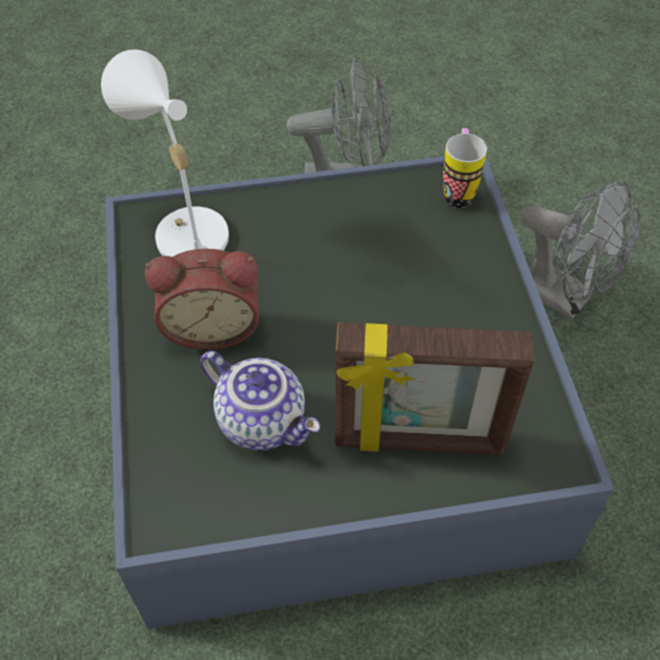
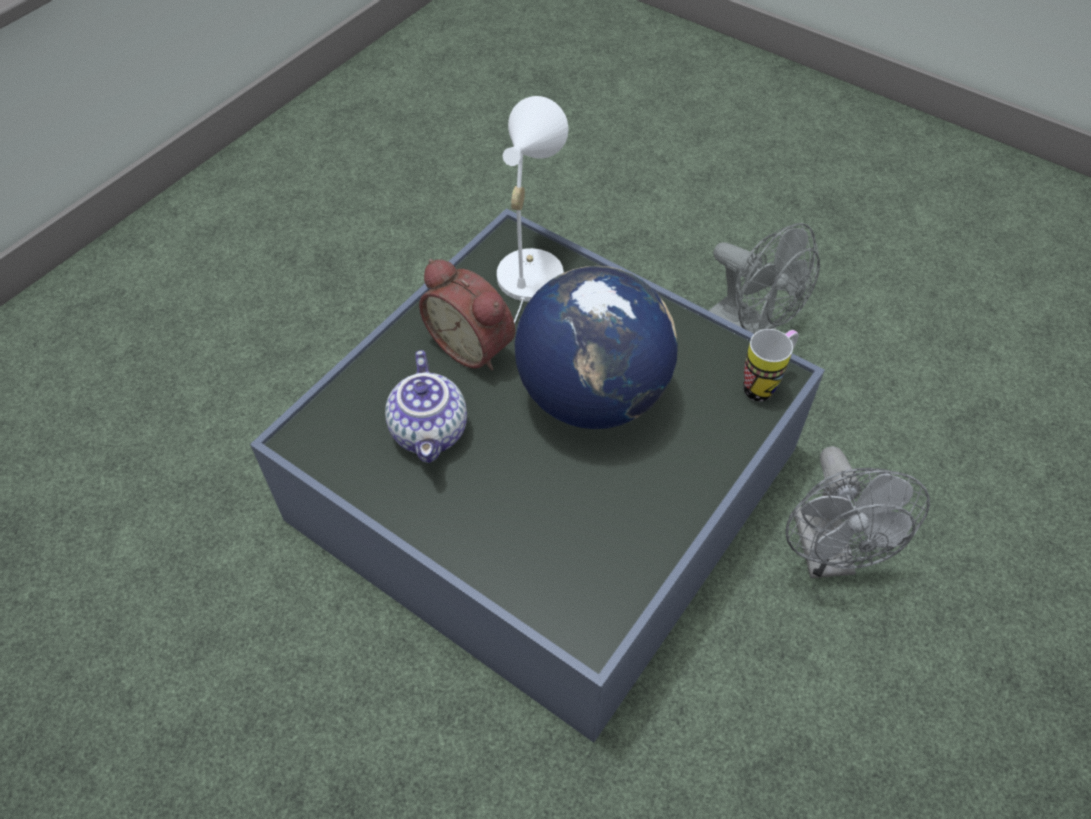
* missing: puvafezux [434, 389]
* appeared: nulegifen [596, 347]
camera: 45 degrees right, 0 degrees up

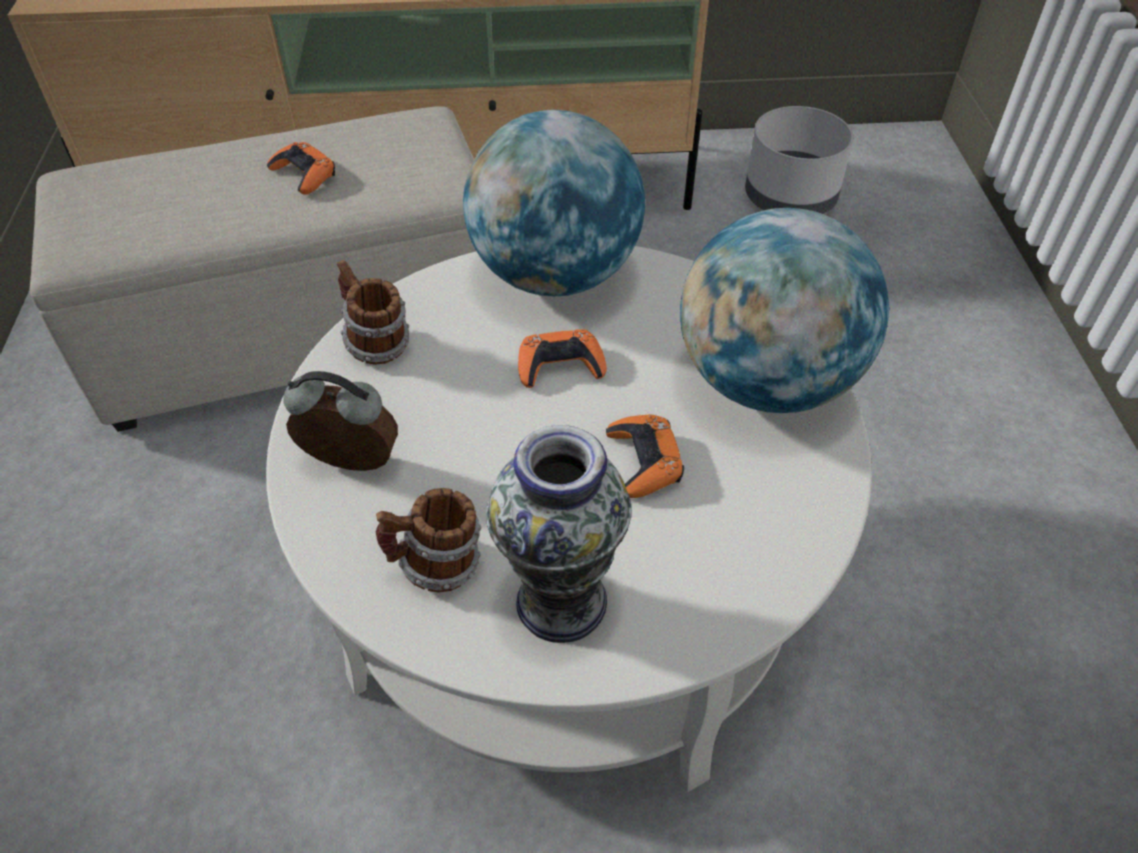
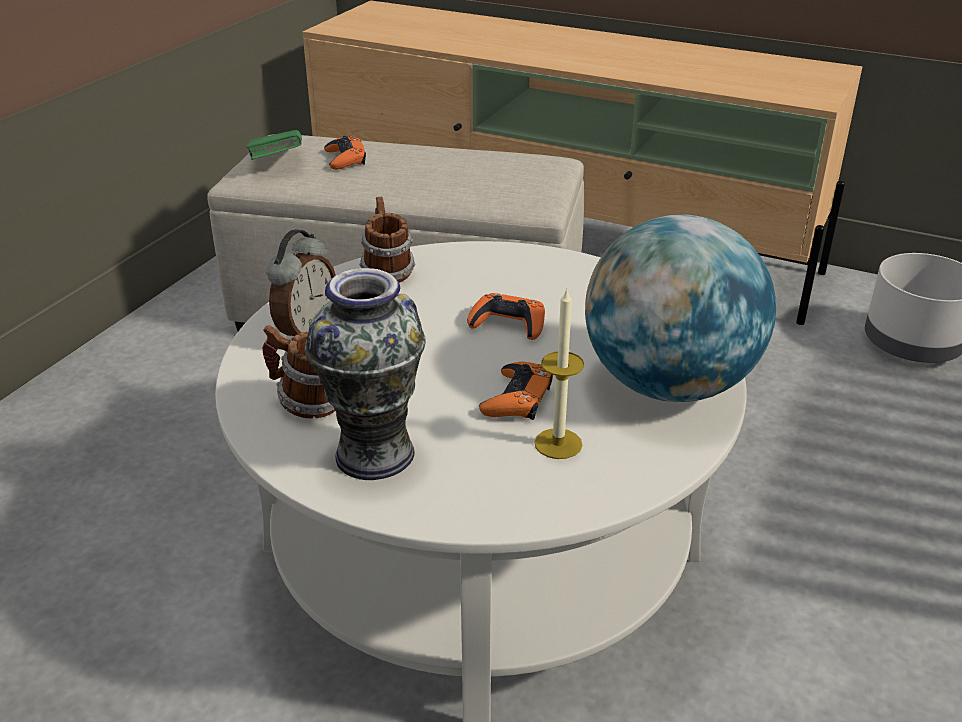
* missing: nulegifen [554, 203]
* appeared: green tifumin [274, 145]
* appeared: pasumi [559, 374]
* relocated: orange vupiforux [301, 168] to [345, 153]
* spun: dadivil [341, 421] = [301, 282] 75 degrees clockwise
camera: 30 degrees right, 15 degrees down

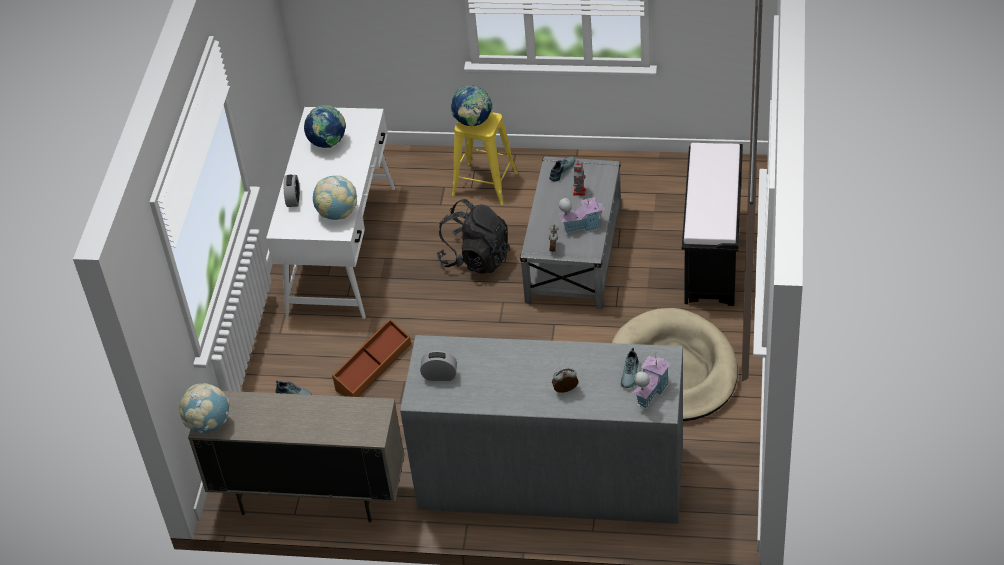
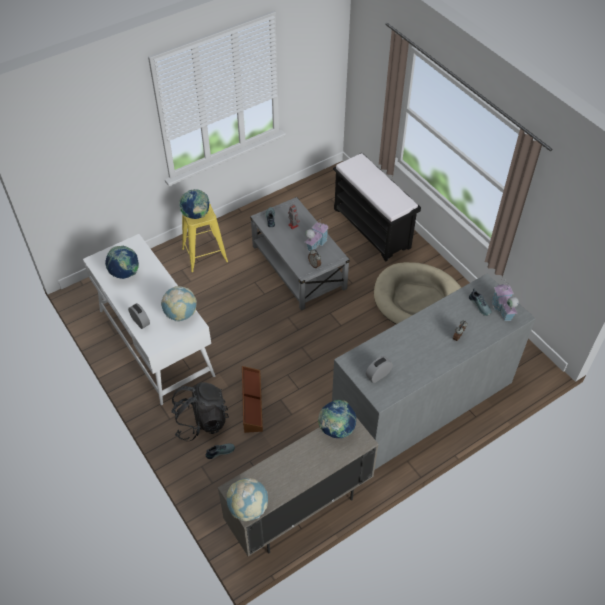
* appeared: nulegifen [337, 419]
* relocated: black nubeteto [473, 236] to [200, 411]
camera: 45 degrees left, 5 degrees up

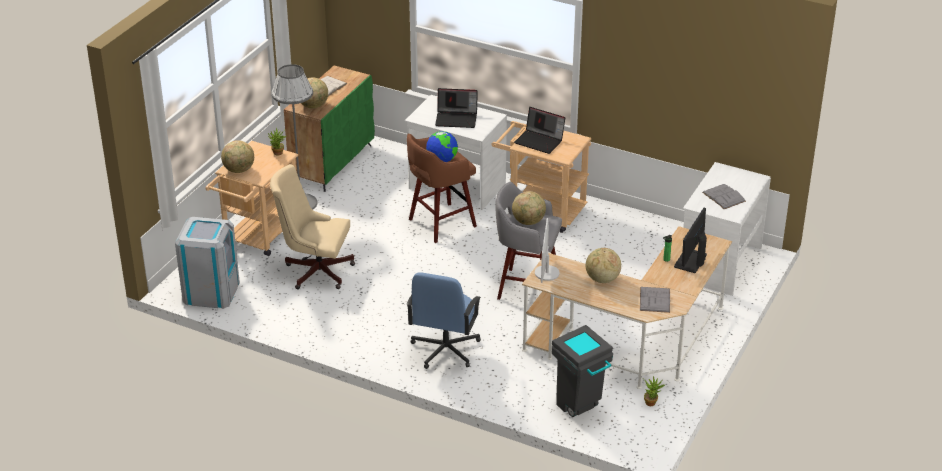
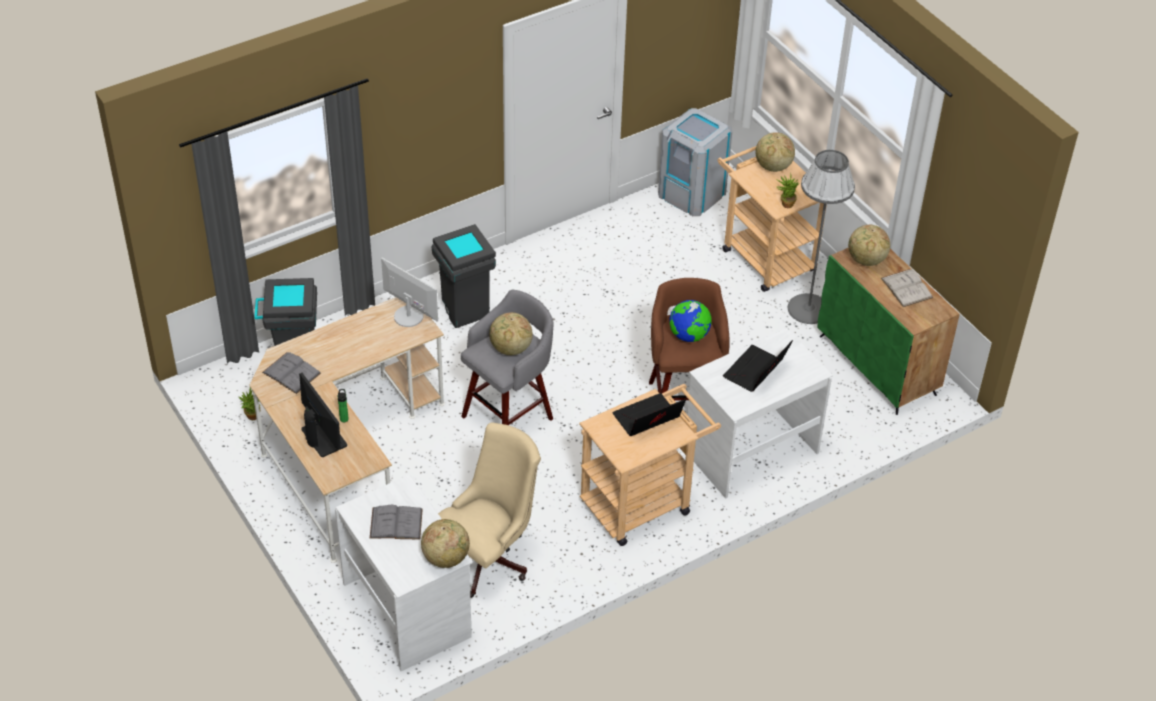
* relocated: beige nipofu [312, 226] to [489, 510]
* relocated: nulegifen [603, 265] to [445, 543]
* exchanged: blue nipofu [444, 320] to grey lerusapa [464, 276]
camera: 120 degrees right, 10 degrees up

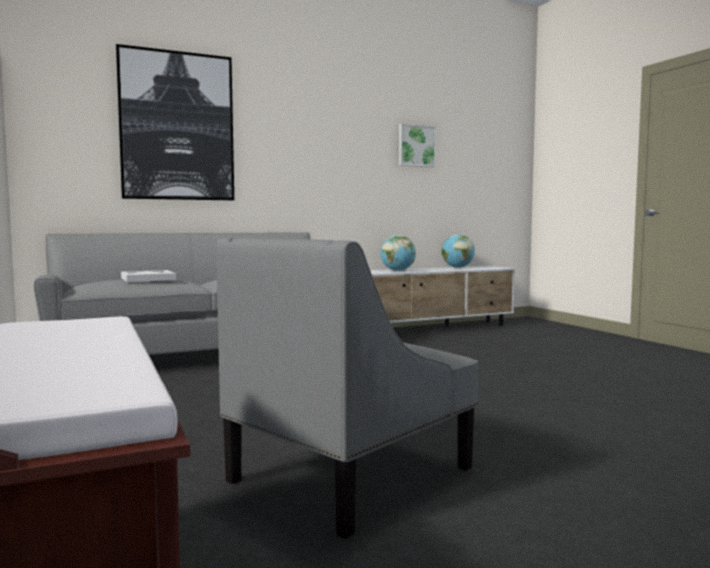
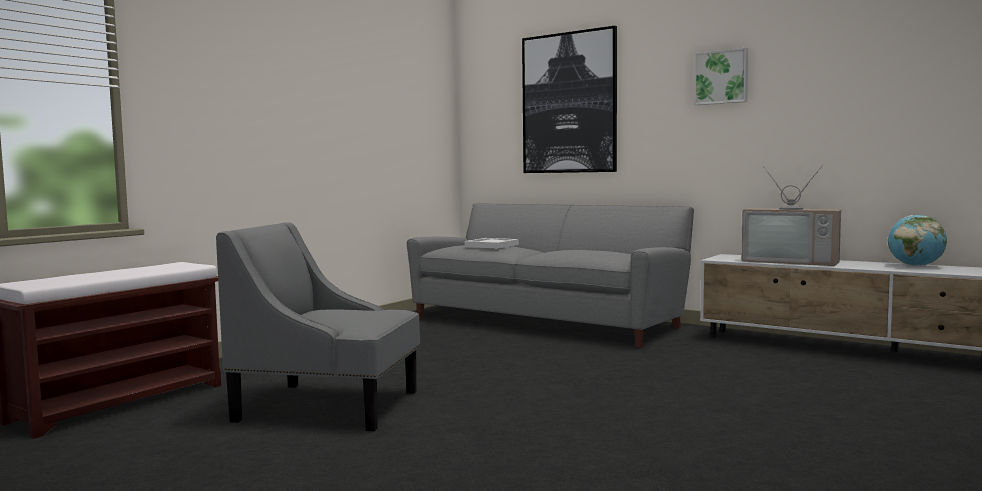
* relocated: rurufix [417, 145] to [721, 76]
* exchanged: nulegifen [398, 253] to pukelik [791, 215]
camera: 60 degrees right, 0 degrees up

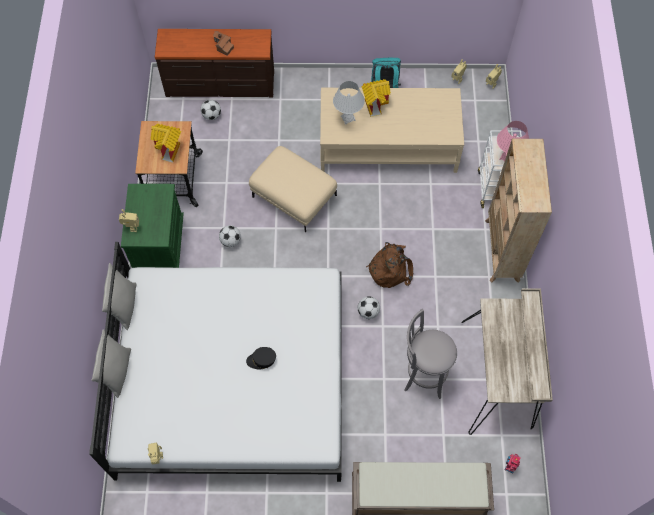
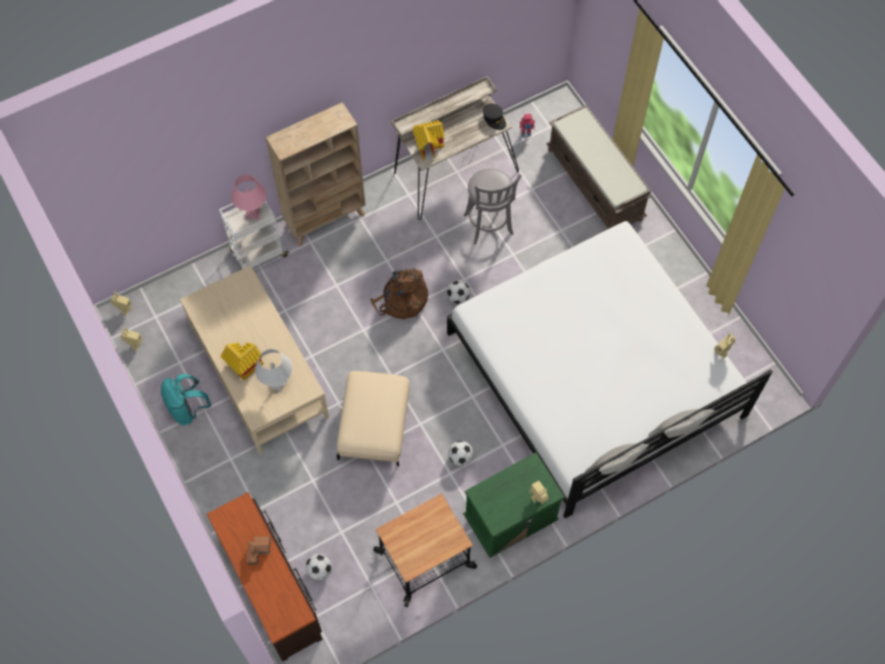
* relocated: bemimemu [166, 143] to [428, 141]
* relocated: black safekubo [261, 358] to [494, 116]
camera: 120 degrees left, 0 degrees up

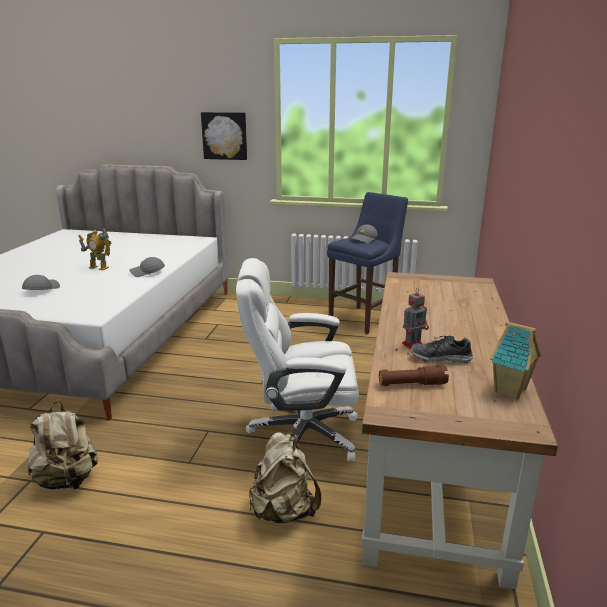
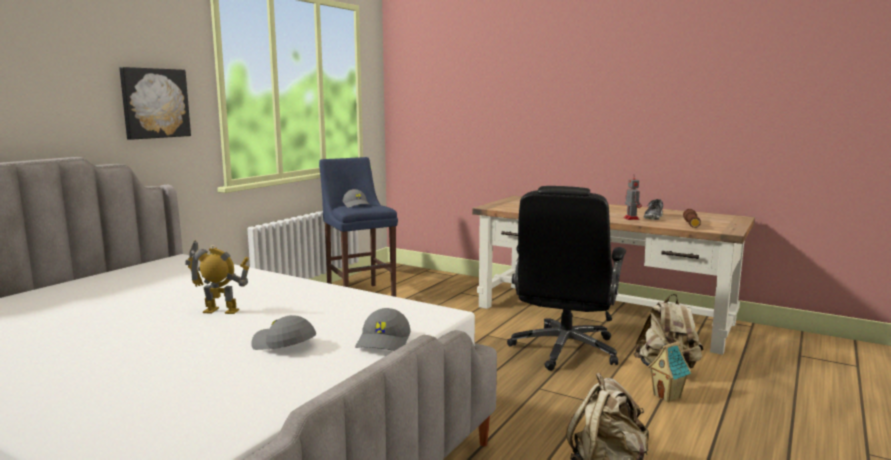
* relocated: grey safekubo [147, 267] to [383, 329]
* relocated: bemimemu [515, 360] to [669, 372]
* colour: white nipofu [297, 360] to black nipofu [566, 278]
* spun: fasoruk [95, 249] = [217, 277] 120 degrees counterclockwise
camera: 70 degrees left, 10 degrees down

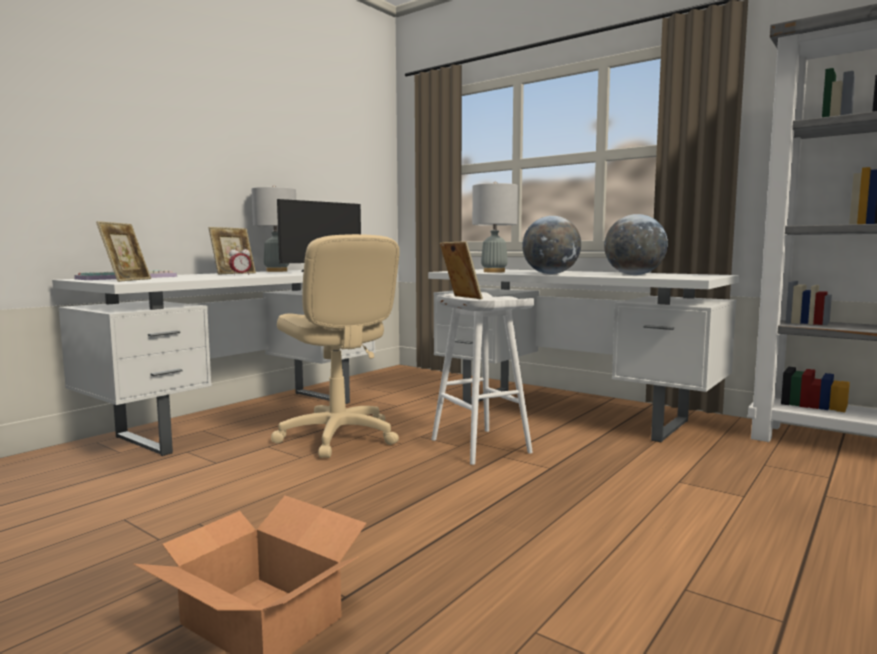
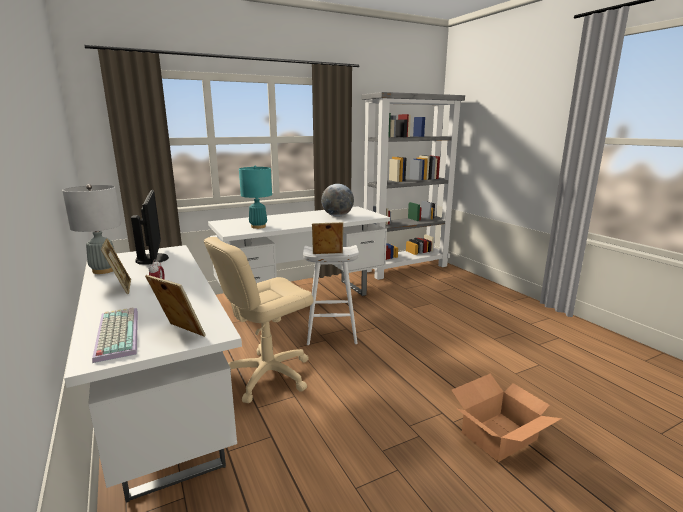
* missing: nulegifen [551, 245]
* colour: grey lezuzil [495, 227] to turquoise lezuzil [255, 197]
* spun: beige nipofu [335, 346] = [258, 320] 150 degrees clockwise
camera: 65 degrees left, 10 degrees up

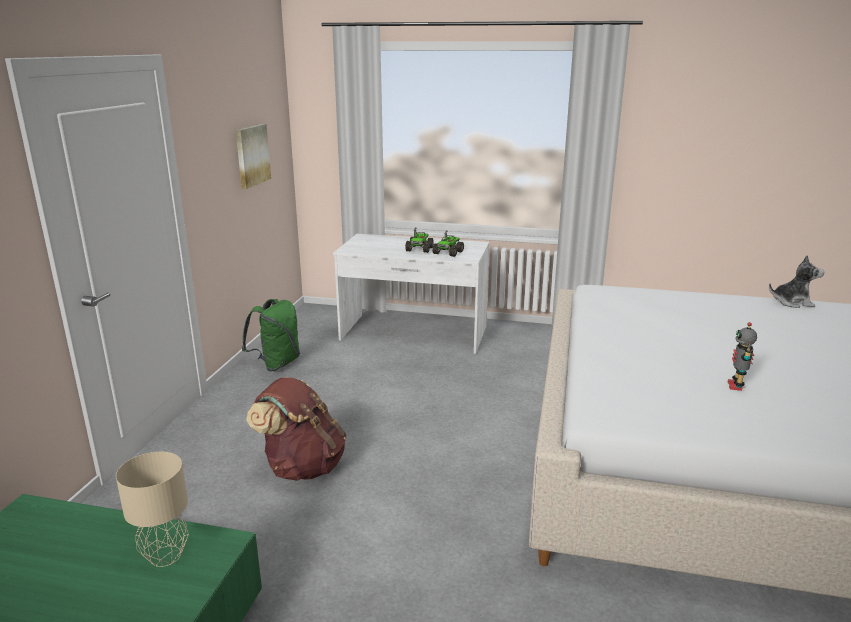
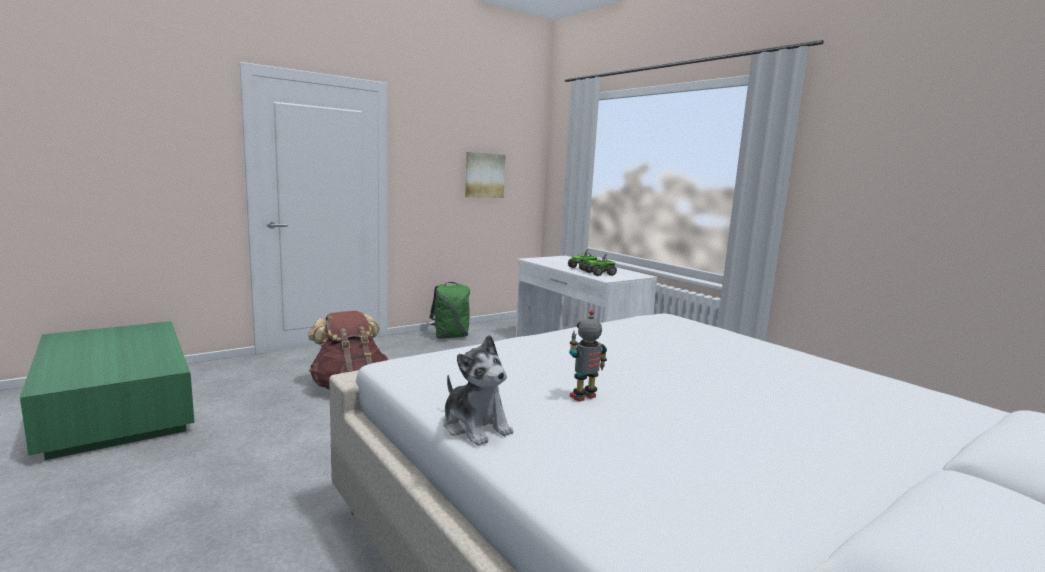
* missing: beige lezuzil [152, 509]
* relocated: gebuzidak [796, 282] to [478, 390]
camera: 40 degrees right, 10 degrees down

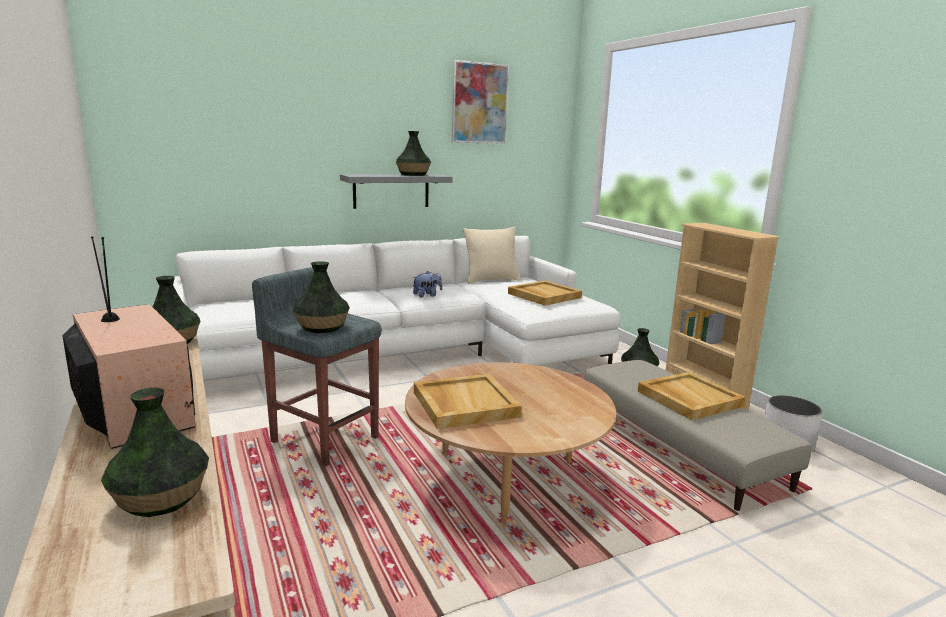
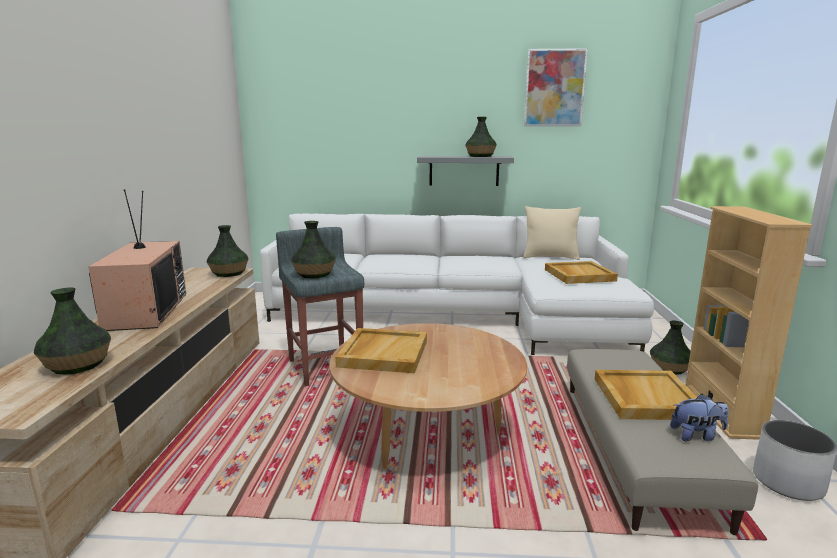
* relocated: gebuzidak [427, 284] to [699, 417]
camera: 30 degrees right, 0 degrees up

